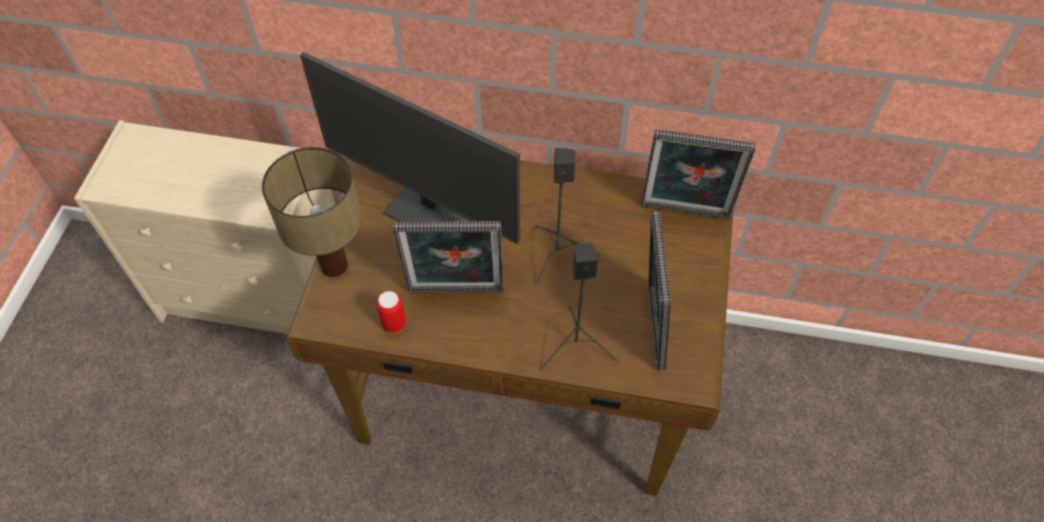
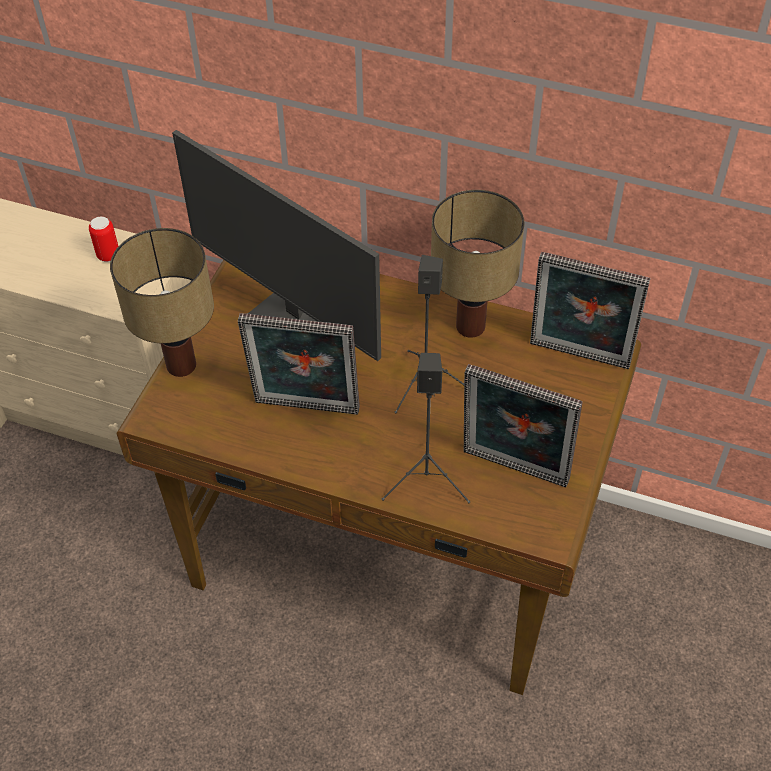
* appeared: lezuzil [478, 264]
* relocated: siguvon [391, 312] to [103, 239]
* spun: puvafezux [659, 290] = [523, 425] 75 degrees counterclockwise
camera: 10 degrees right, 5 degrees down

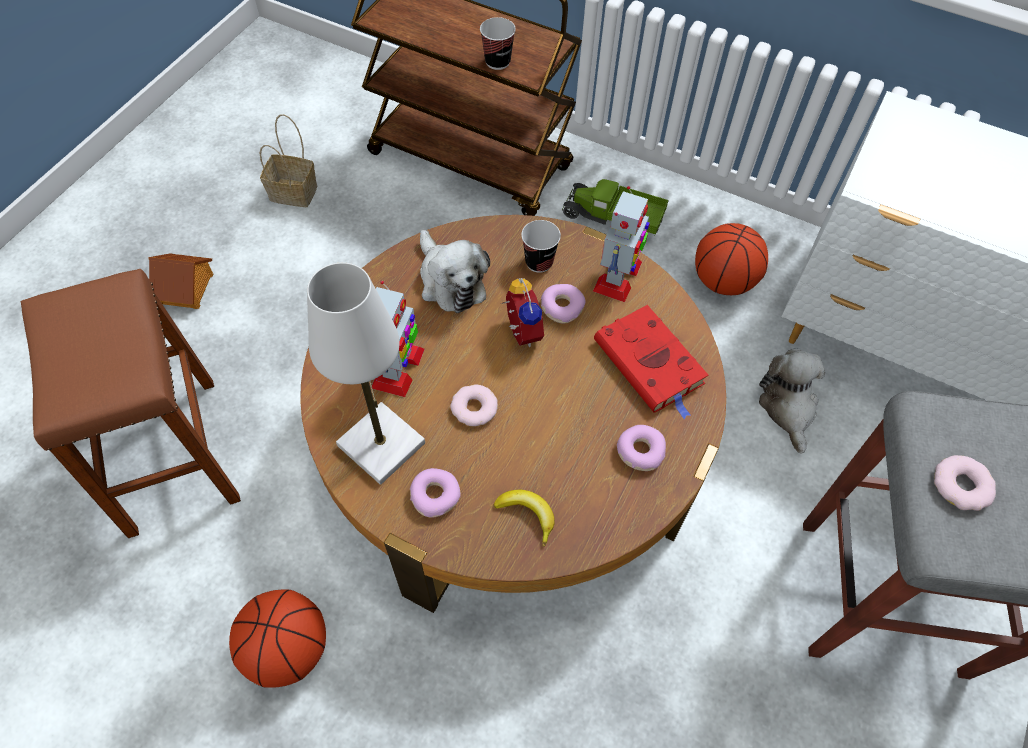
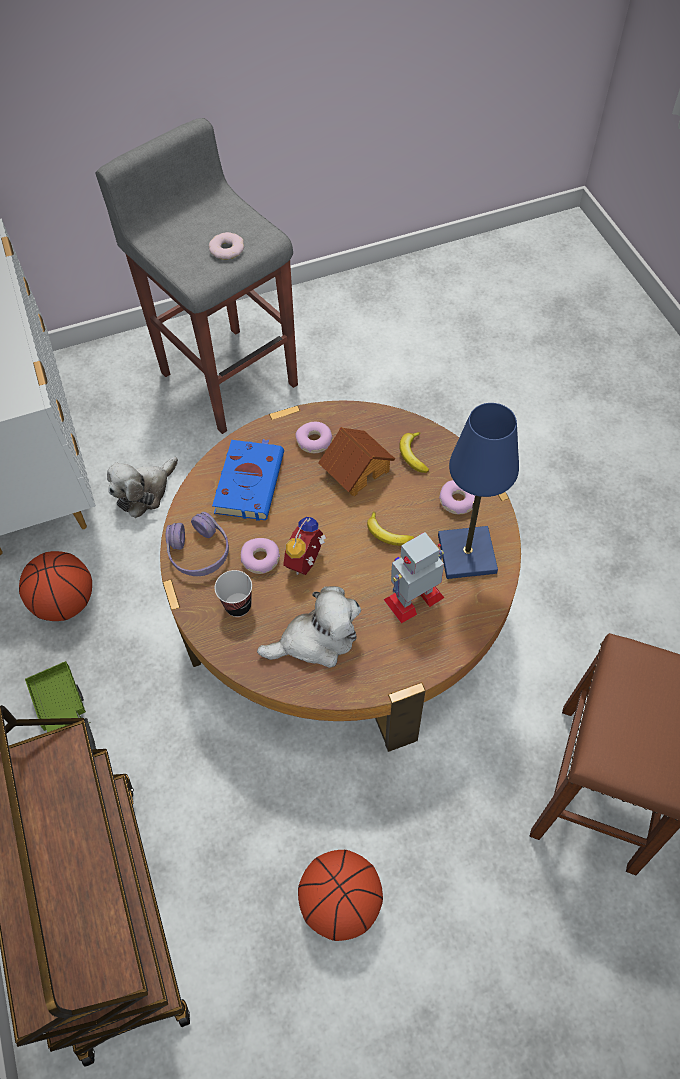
* missing: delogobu [288, 160]
* missing: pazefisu [498, 43]
* relocated: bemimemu [180, 281] to [356, 461]
* relocated: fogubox [277, 639] to [340, 895]
* exchanged: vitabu [474, 405] to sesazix [390, 528]
* exchanged: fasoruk [621, 244] to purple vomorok [197, 544]
* colour: white lezuzil [366, 374] to blue lezuzil [478, 491]
* colour: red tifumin [651, 362] to blue tifumin [248, 480]
* spun: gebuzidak [455, 271] = [309, 627] 60 degrees clockwise
camera: 135 degrees left, 0 degrees up

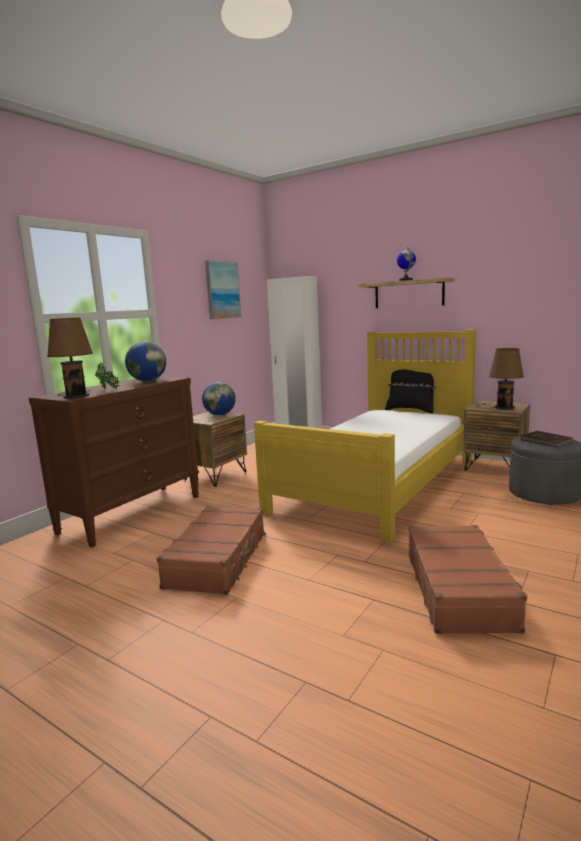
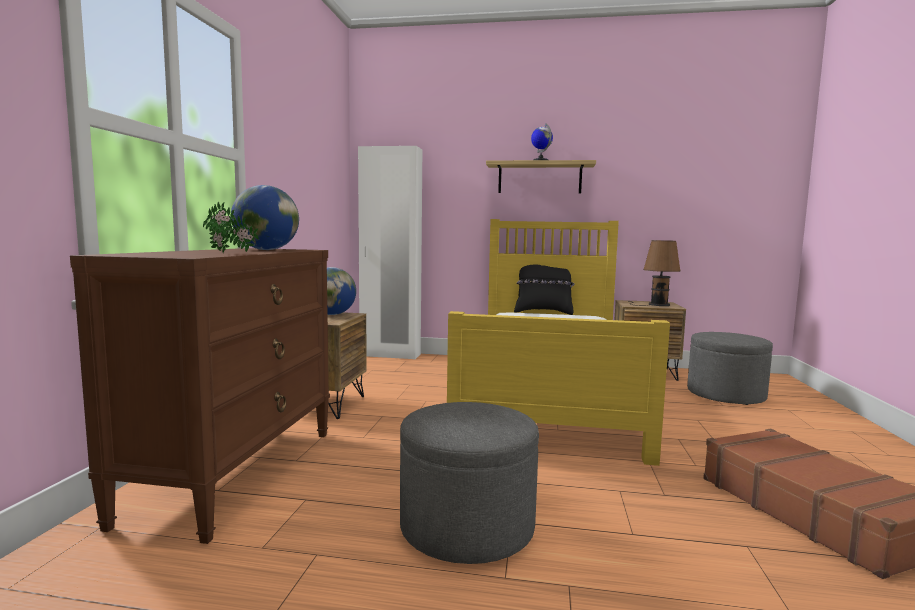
* missing: brown lezuzil [70, 358]
* missing: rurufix [223, 289]
* missing: brown tifumin [546, 439]
* exchanged: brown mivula [211, 550] to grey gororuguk [469, 483]
camera: 25 degrees left, 5 degrees down

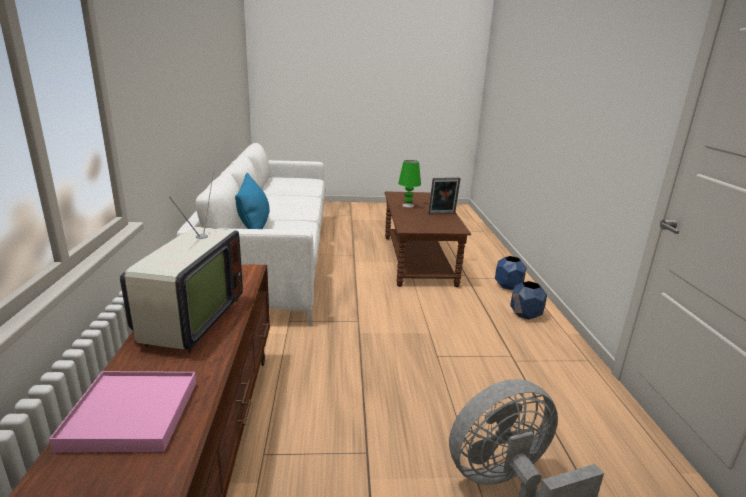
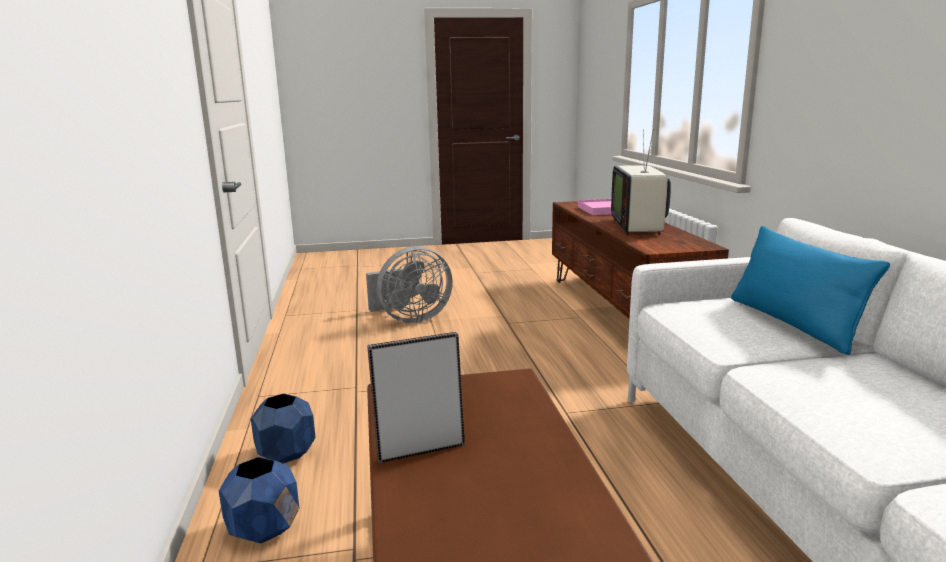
* missing: green lezuzil [409, 184]
camera: 175 degrees right, 5 degrees down

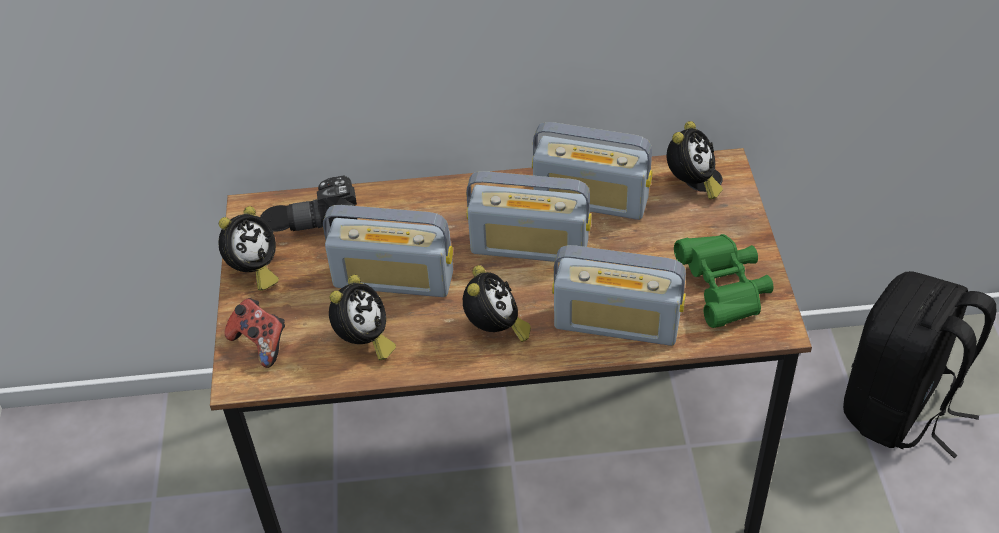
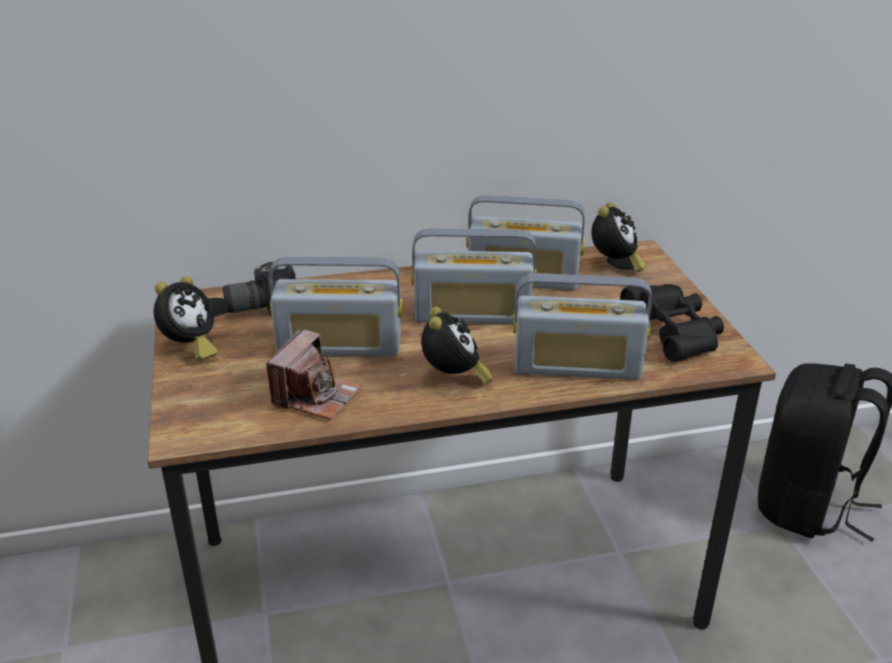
* missing: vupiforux [254, 333]
* exchanged: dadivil [362, 317] to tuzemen [314, 374]
* colour: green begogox [723, 281] to black begogox [672, 323]
camera: 10 degrees left, 15 degrees down

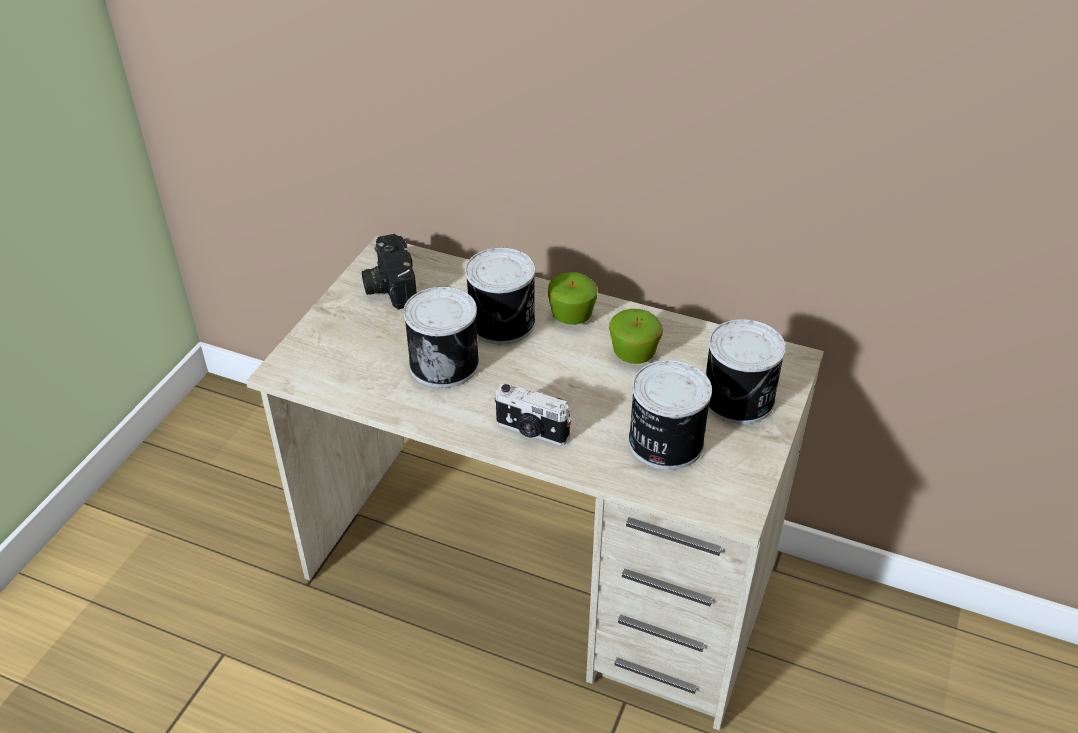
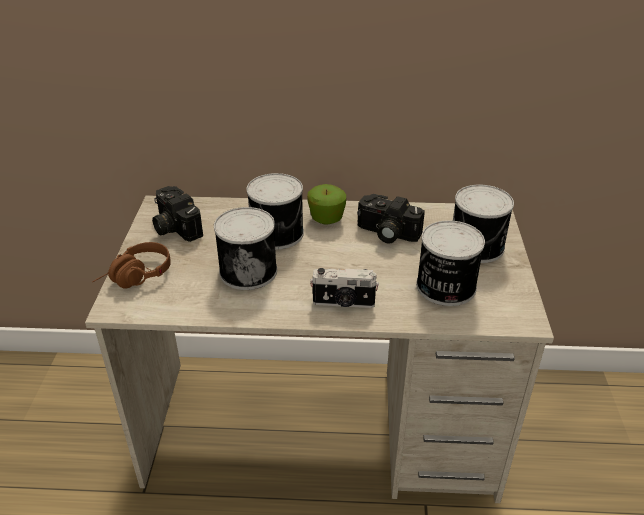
* appeared: brown vomorok [131, 265]
* exchanged: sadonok [636, 336] to tuzemen [391, 218]
camera: 20 degrees left, 5 degrees down

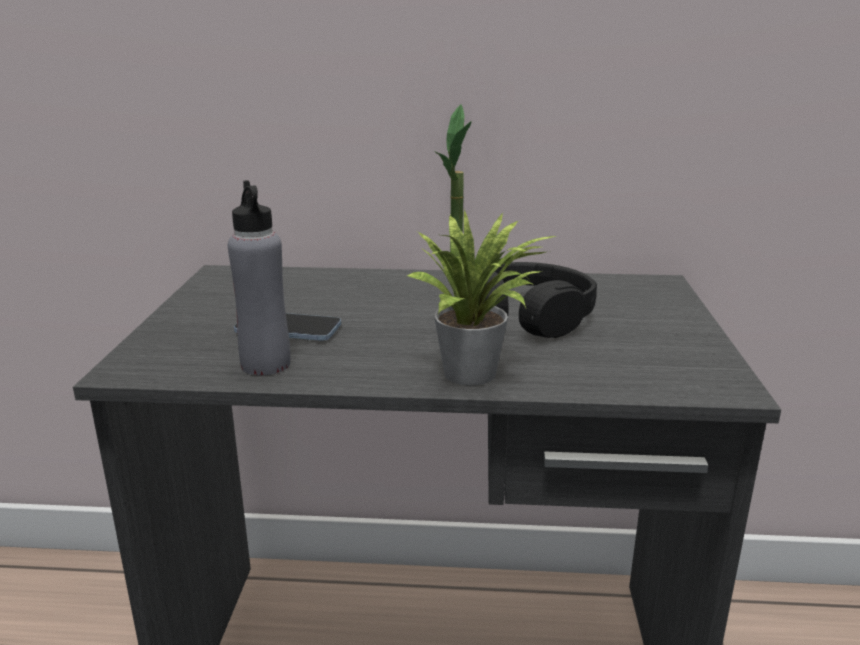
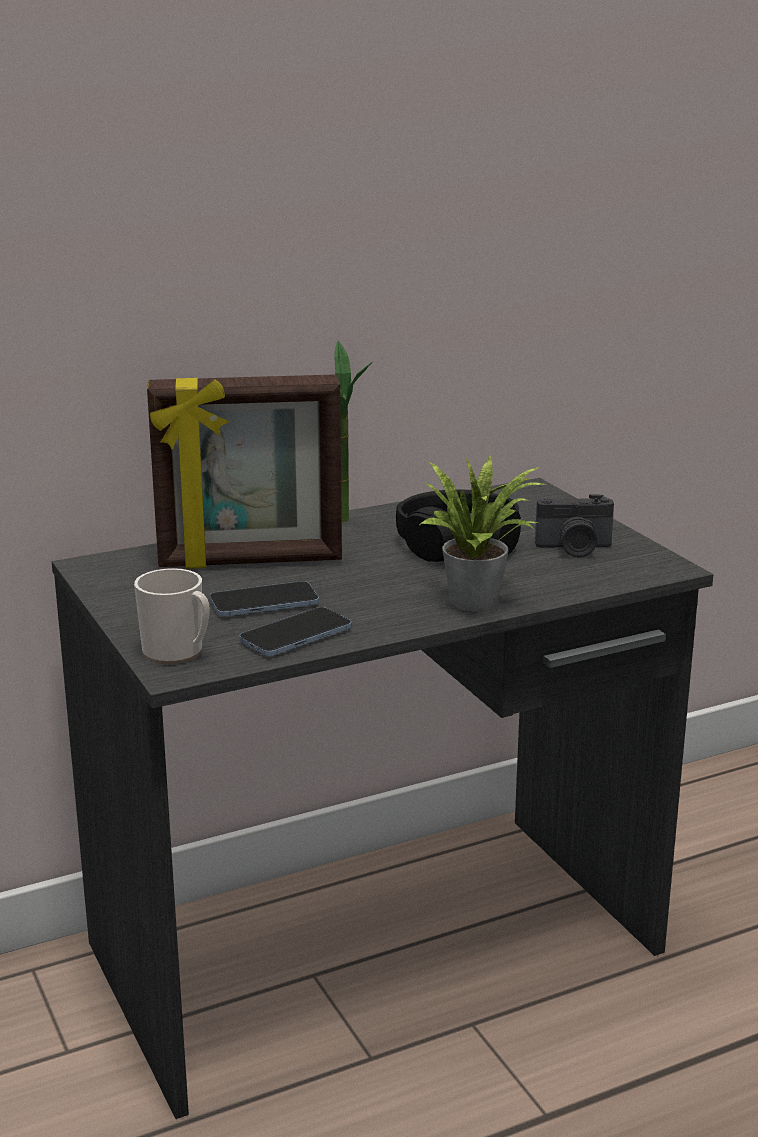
* appeared: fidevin [171, 616]
* appeared: puvafezux [244, 471]
* appeared: tuzemen [574, 525]
* exchanged: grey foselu [259, 278] to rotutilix [295, 631]
camera: 30 degrees left, 0 degrees up

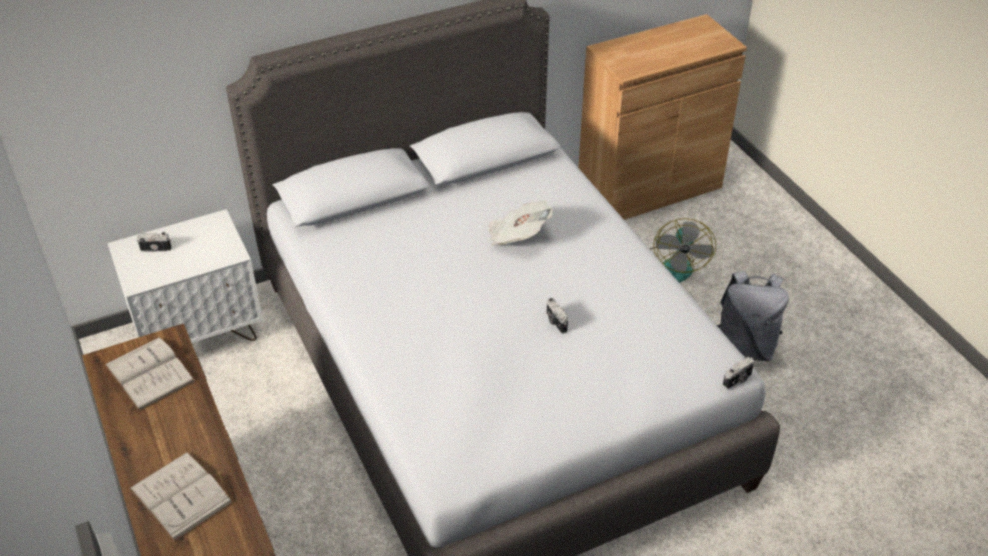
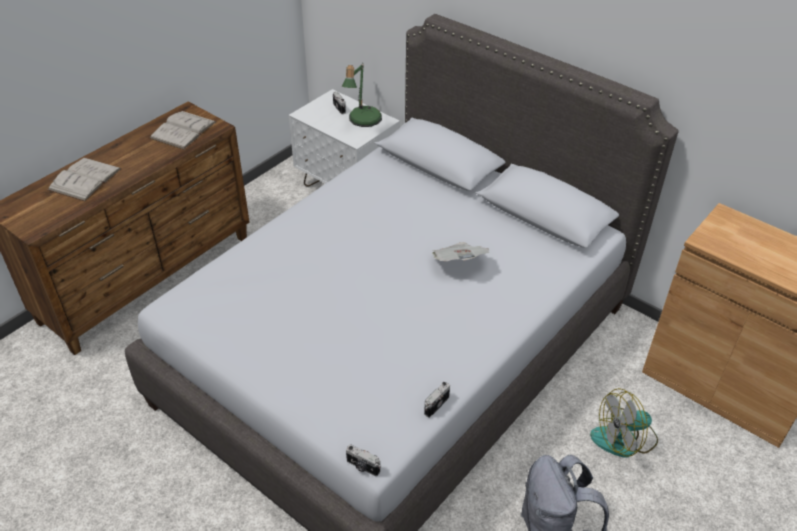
* appeared: lezuzil [362, 96]
* relocated: tuzemen [557, 316] to [437, 400]
camera: 65 degrees right, 0 degrees up

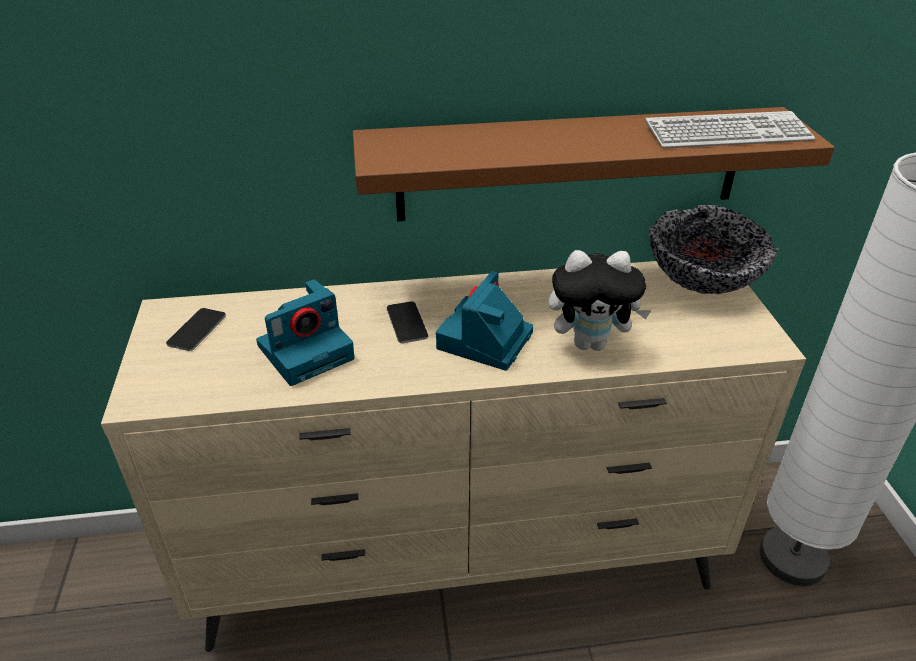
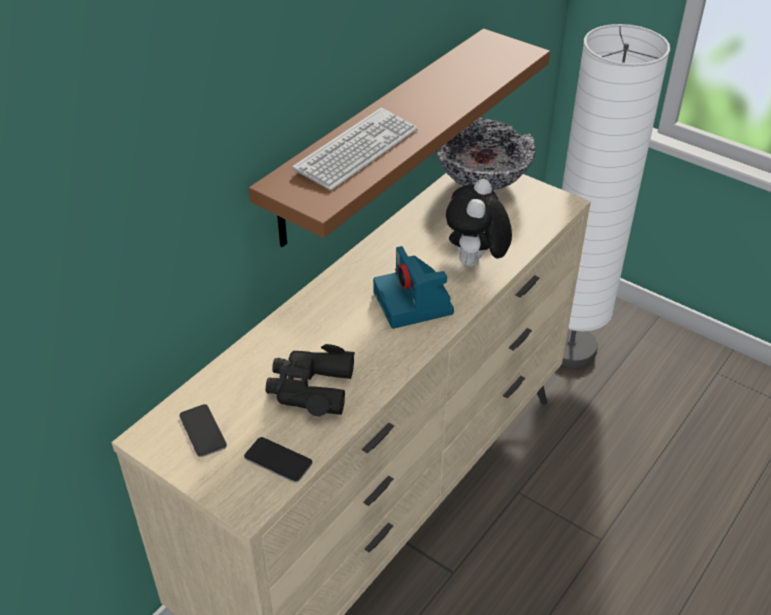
* relocated: rotutilix [407, 322] to [278, 460]
* relocated: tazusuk [730, 129] to [355, 149]
* exchanged: tuzemen [305, 332] to black begogox [310, 380]
* spun: gebuzidak [600, 300] = [479, 223] 150 degrees clockwise
camera: 45 degrees left, 5 degrees up

